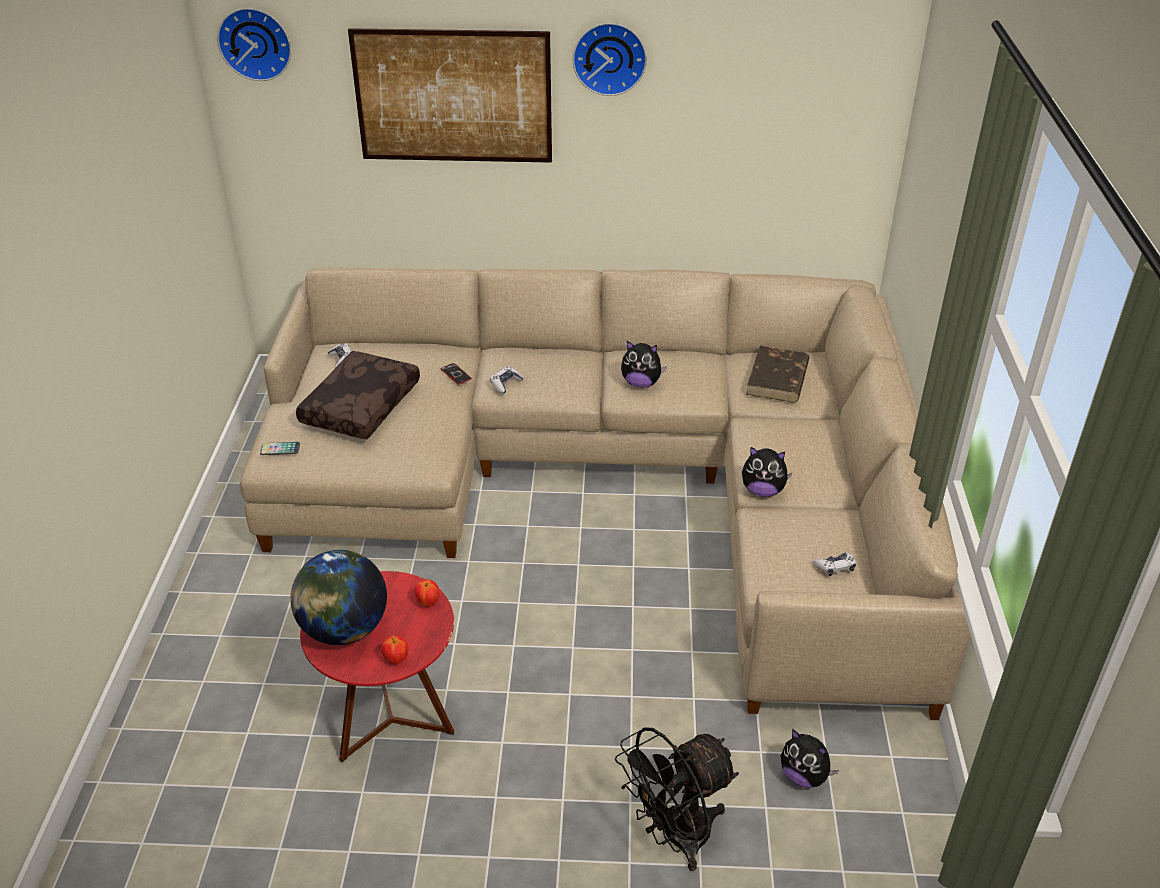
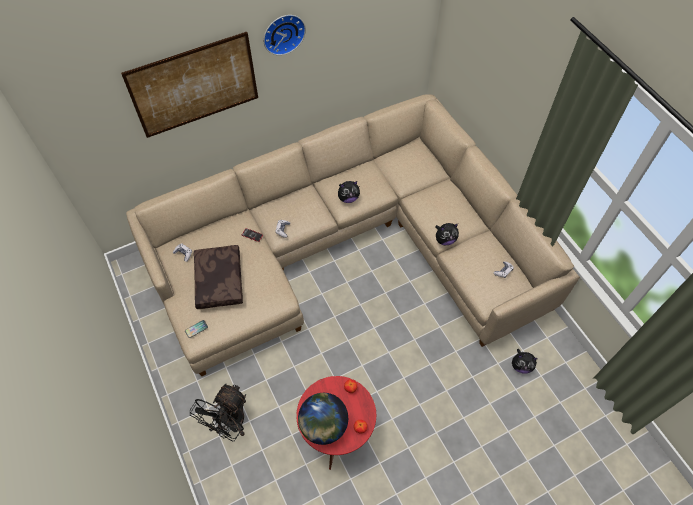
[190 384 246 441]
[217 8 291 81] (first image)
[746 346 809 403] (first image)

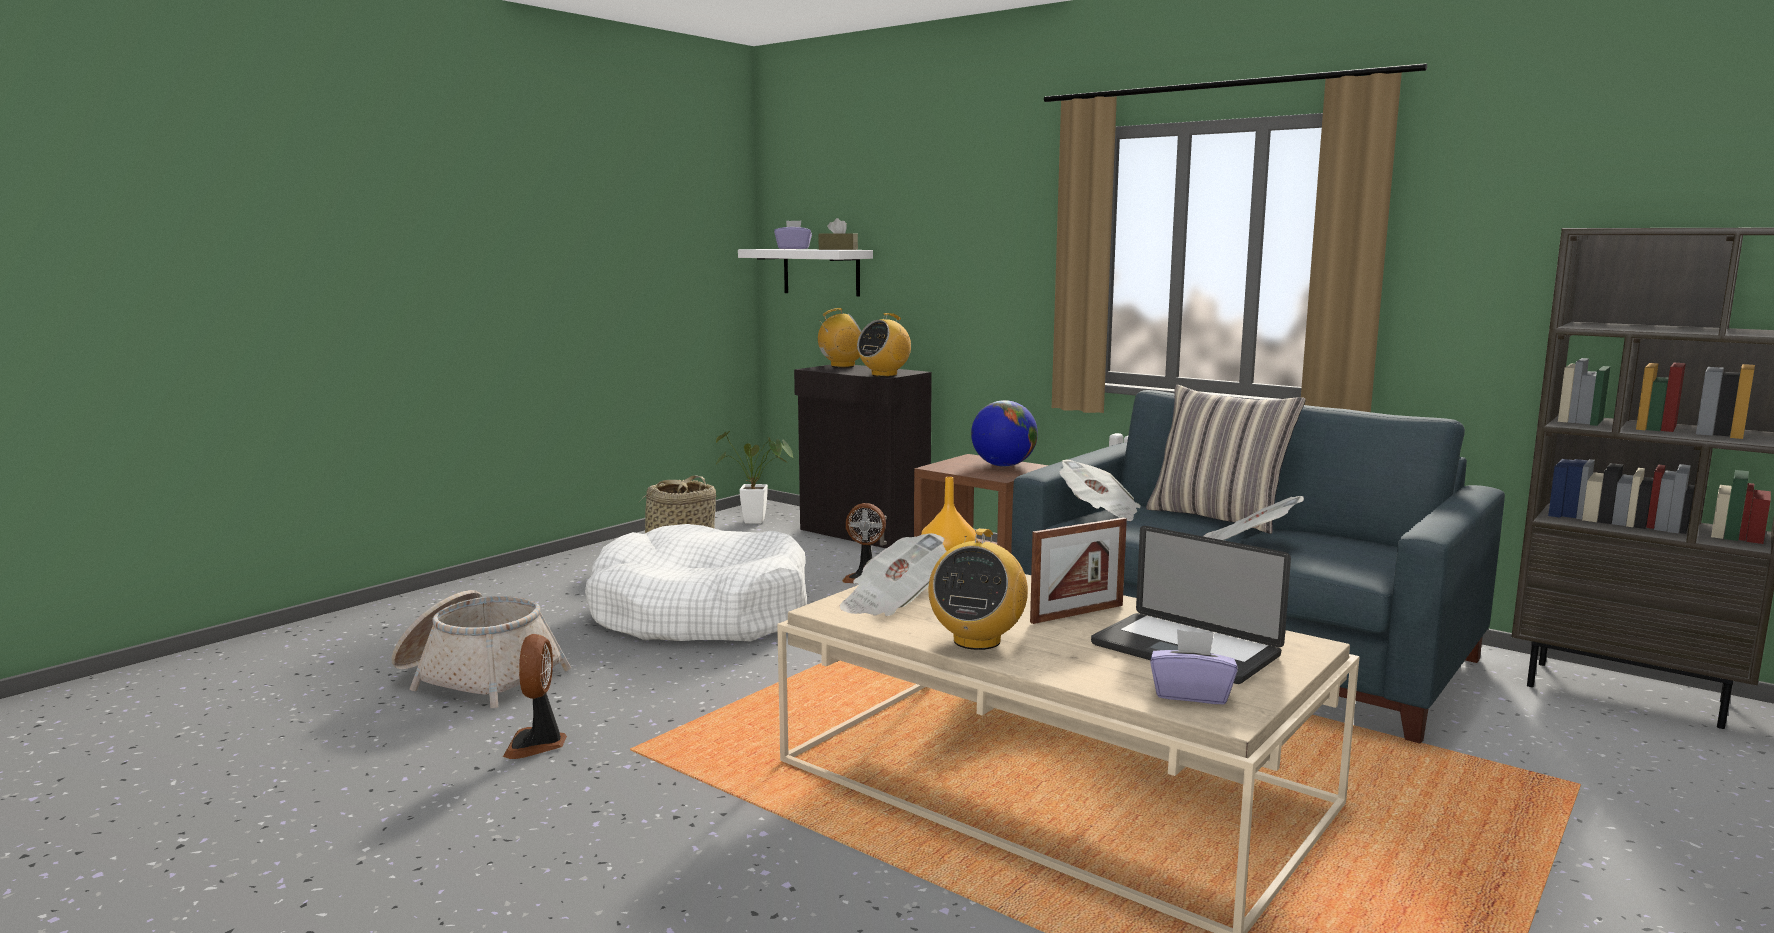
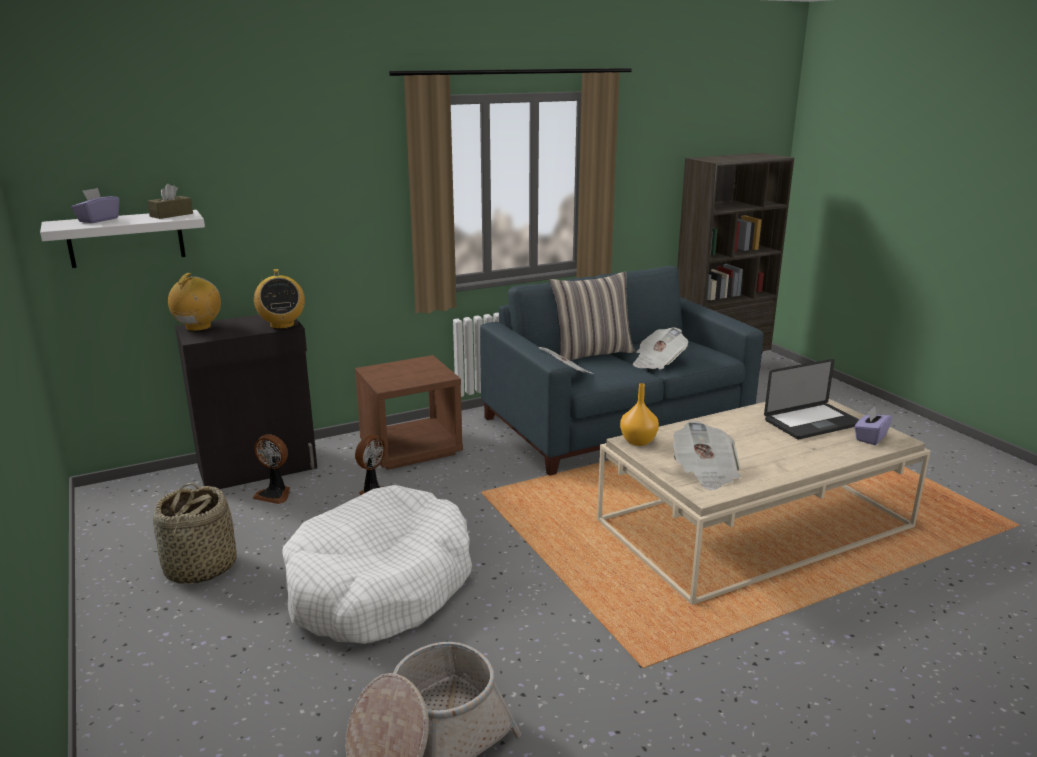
[253 434 290 504]
[716 431 793 524] (first image)
[928 528 1028 650] (first image)
[971 400 1038 467] (first image)
[1030 517 1127 624] (first image)

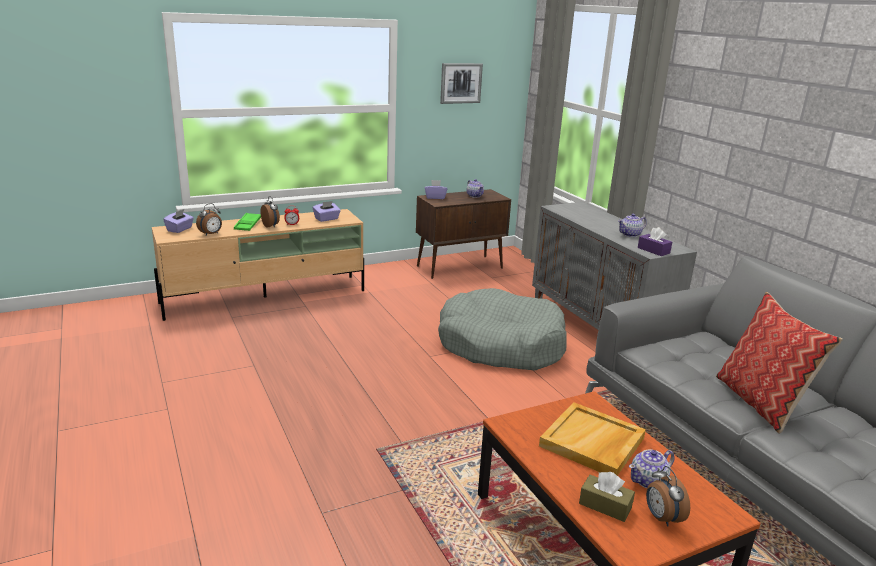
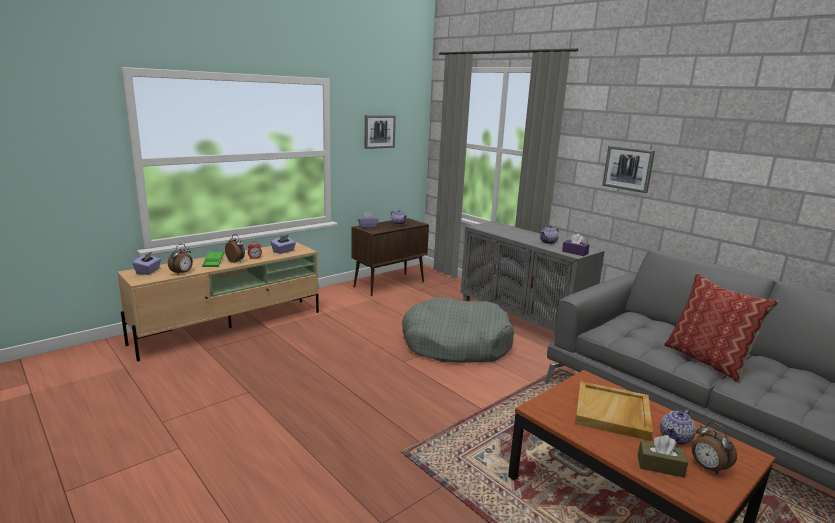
[602 146 655 193]

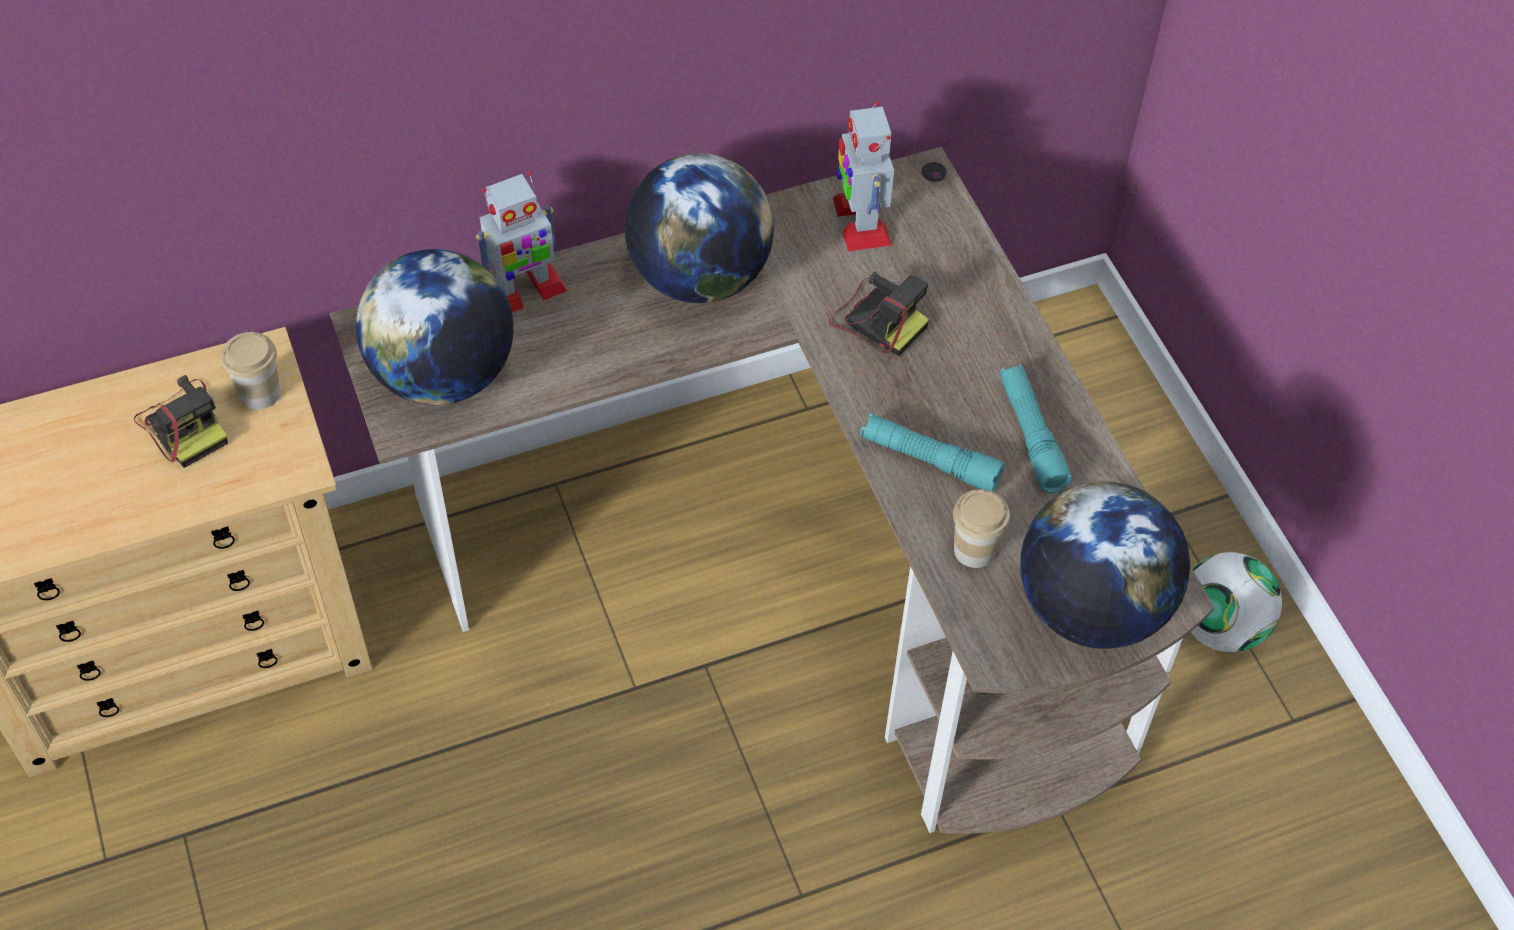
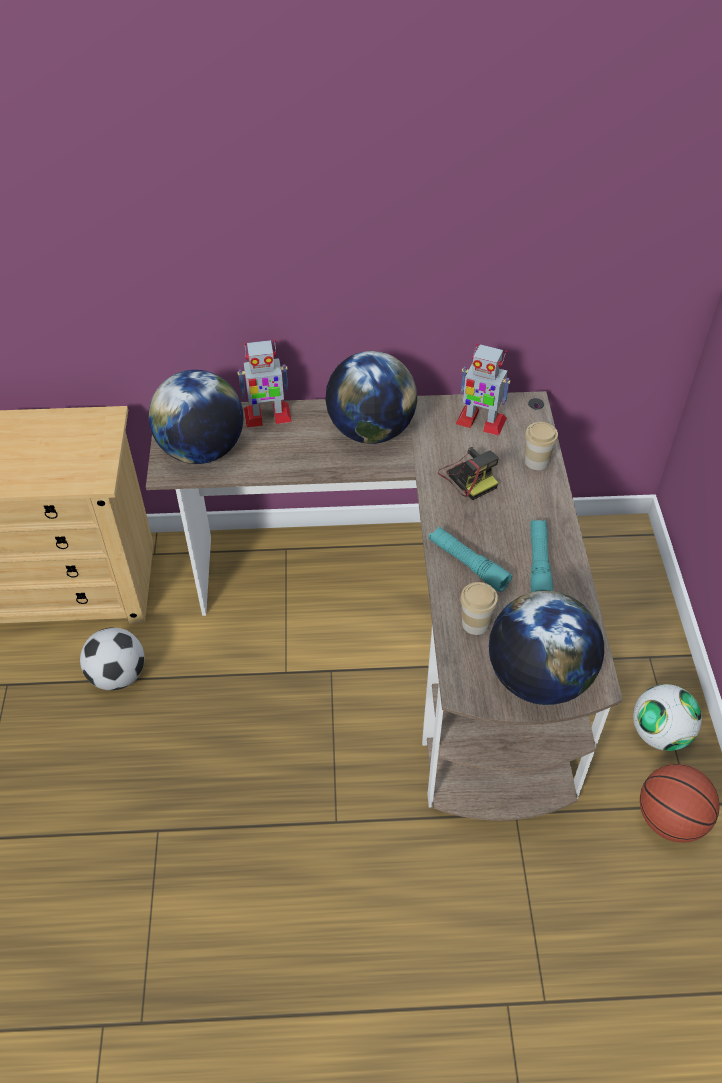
[80 627 145 690]
[455 343 511 436]
[525 422 558 470]
[640 764 720 843]
[134 375 228 468] (first image)

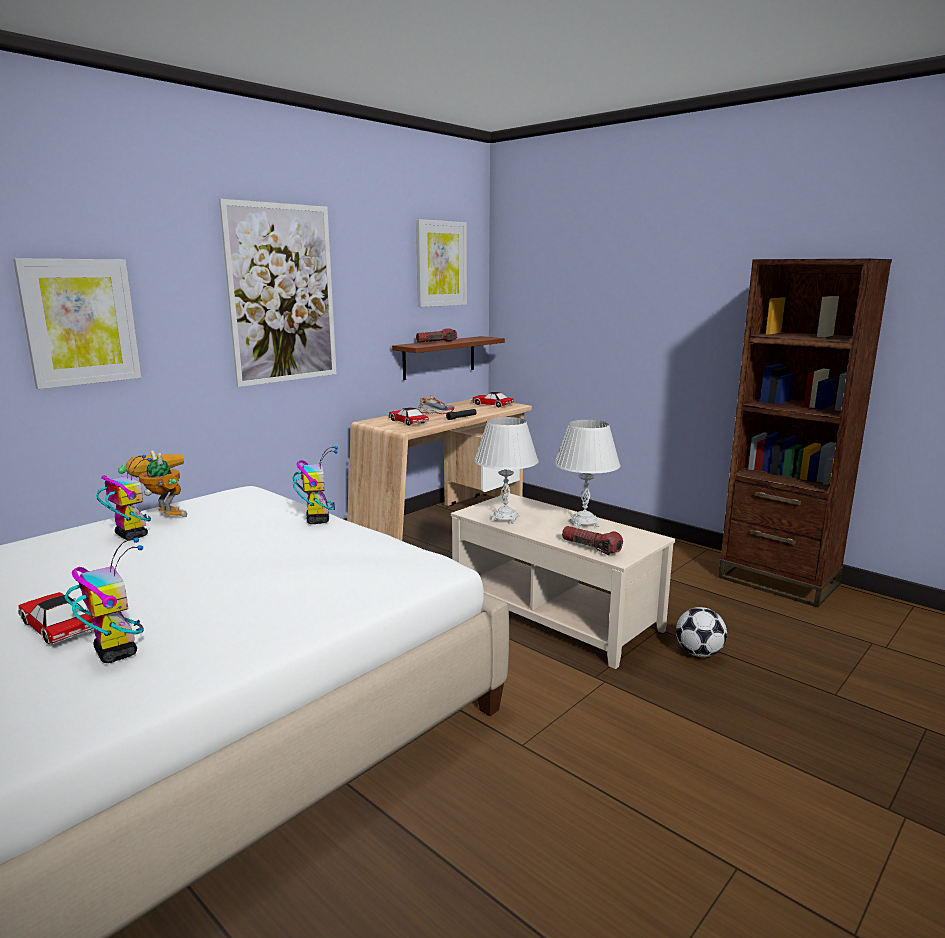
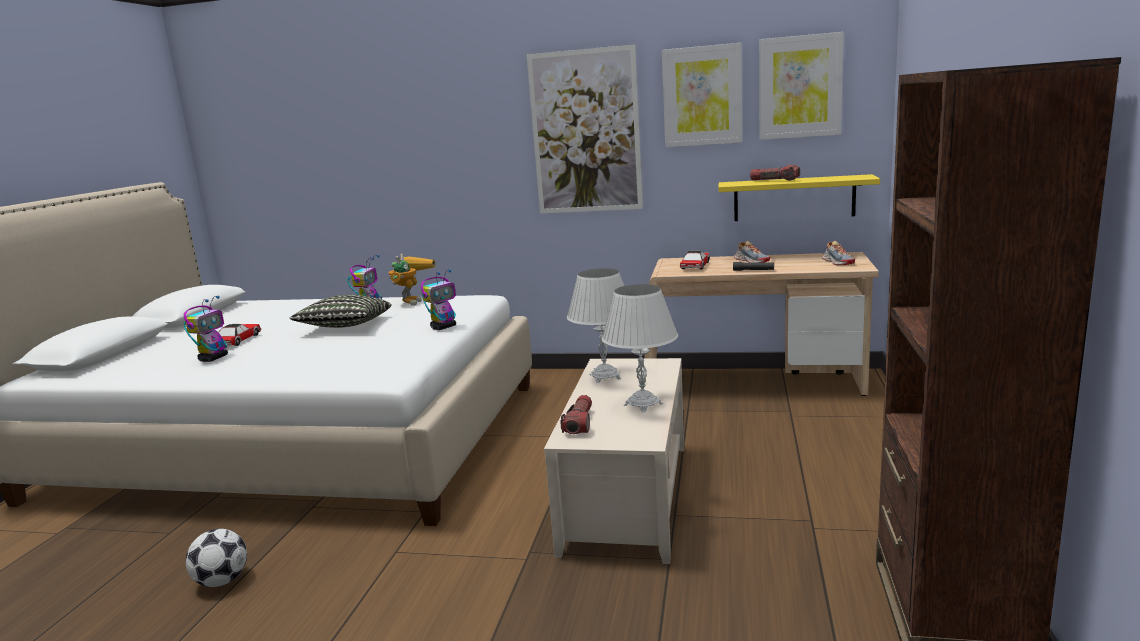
[186 529 247 587]
[290 295 392 328]
[662 43 742 147]
[718 174 880 221]
[822 241 855 265]

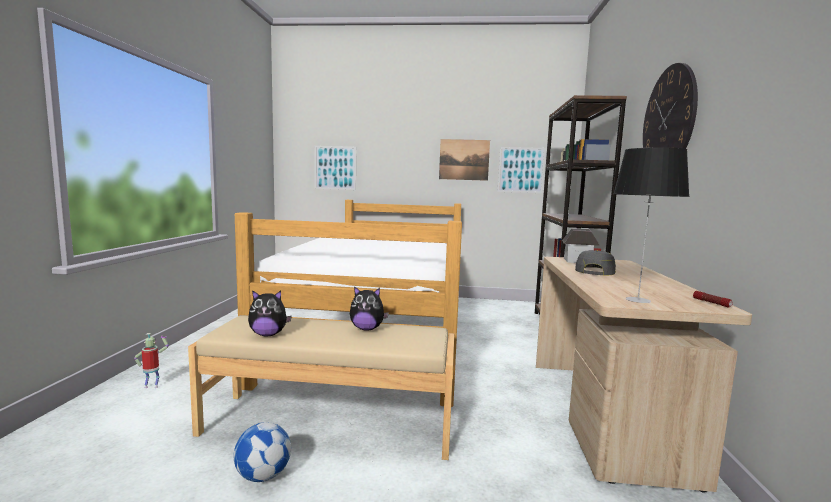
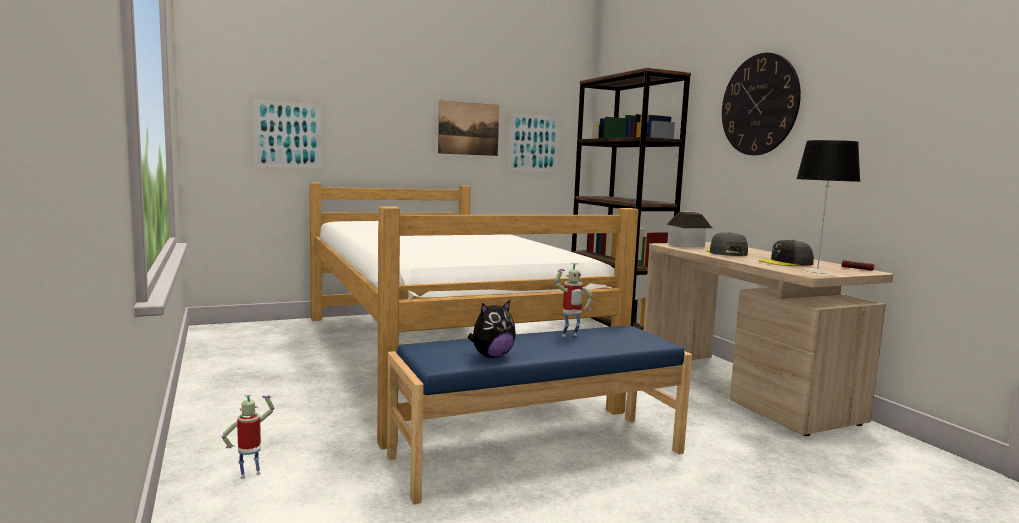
[387 326 692 504]
[554 263 593 337]
[758 240 814 266]
[234 422 291 482] (first image)

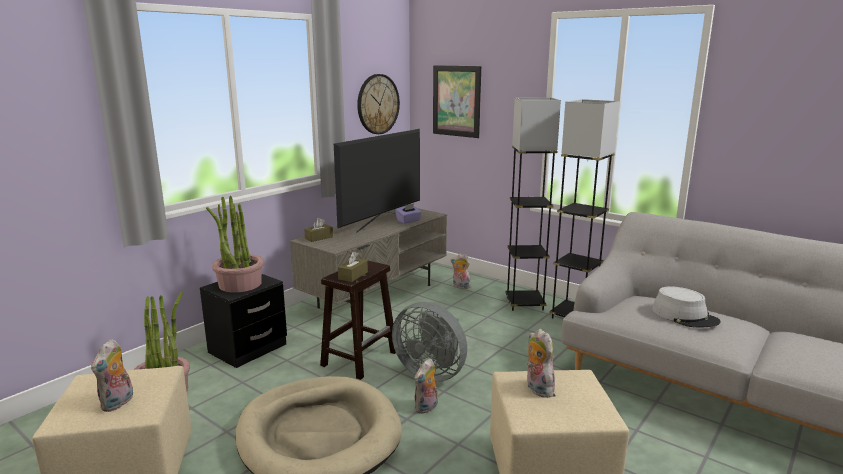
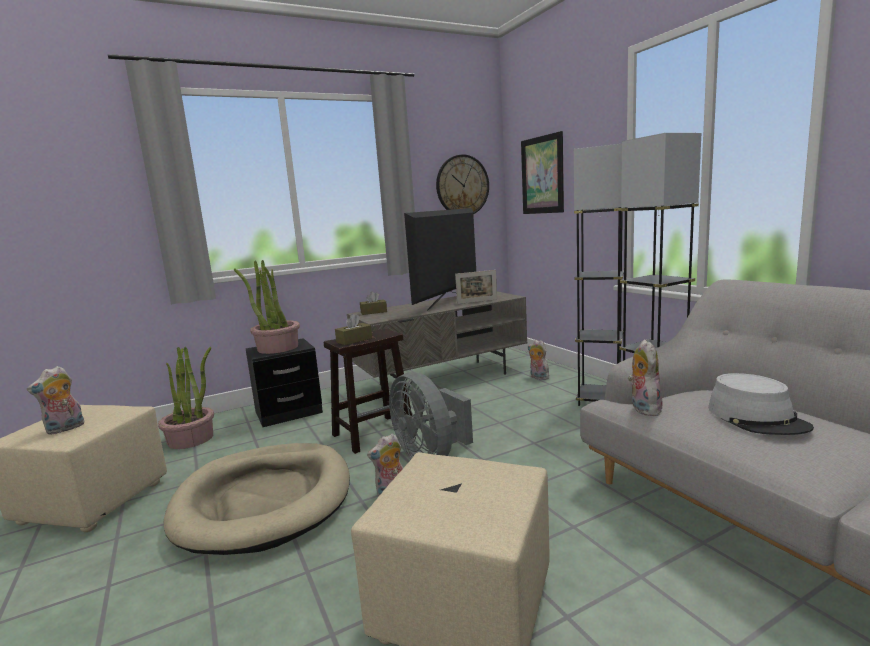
[404 208 476 311]
[455 270 497 304]
[628 340 662 416]

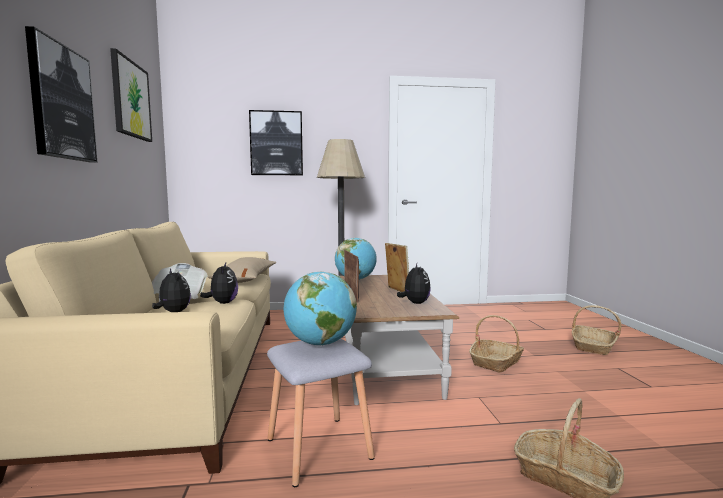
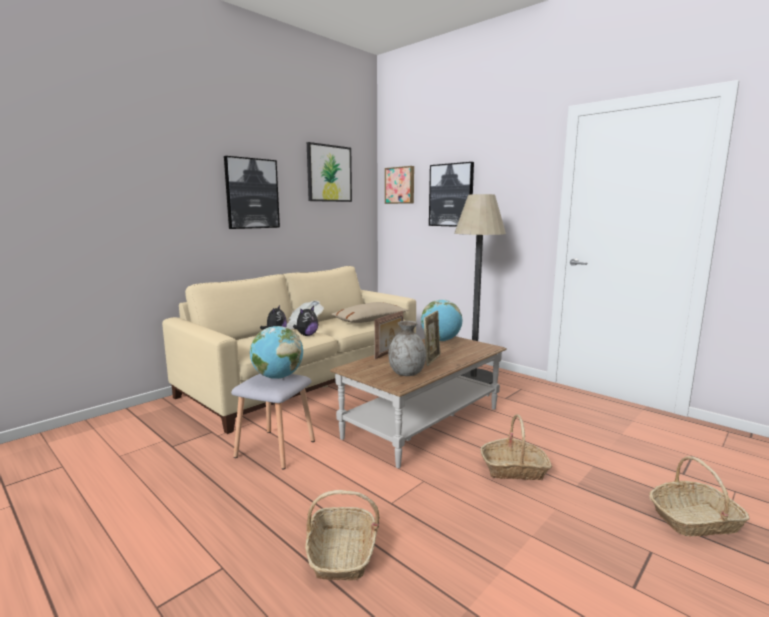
[385 166 414 204]
[388 321 426 376]

